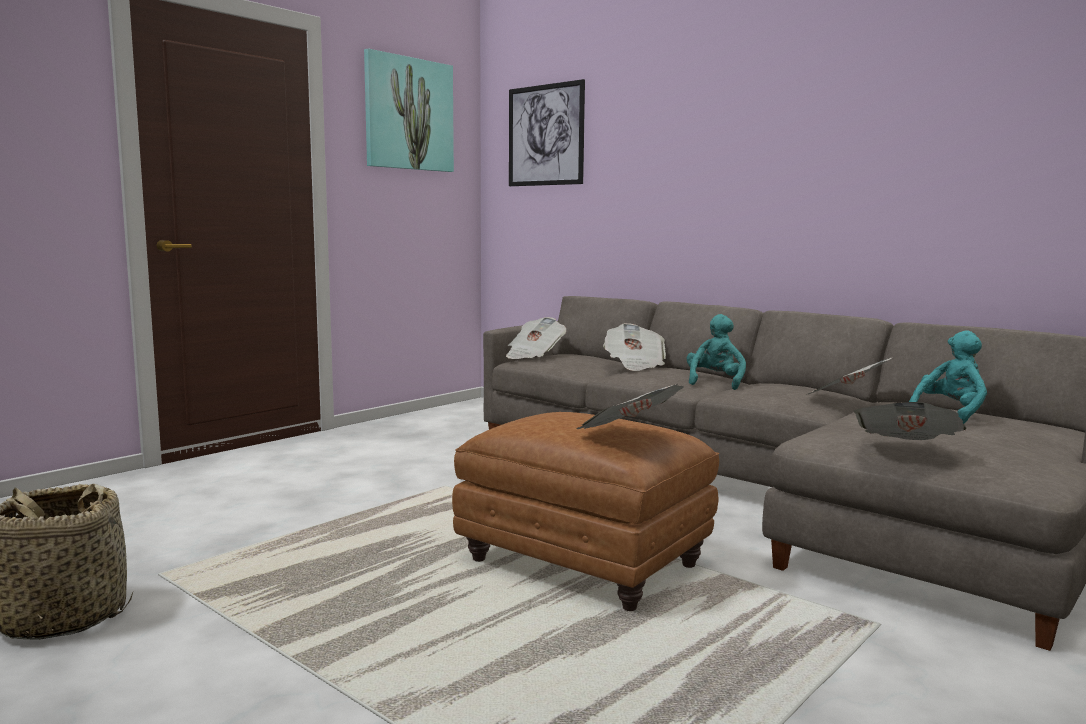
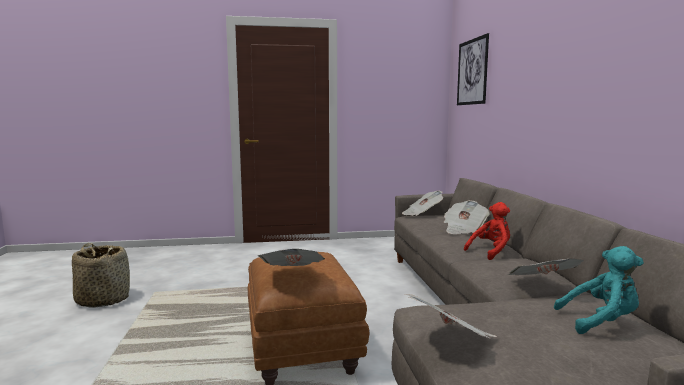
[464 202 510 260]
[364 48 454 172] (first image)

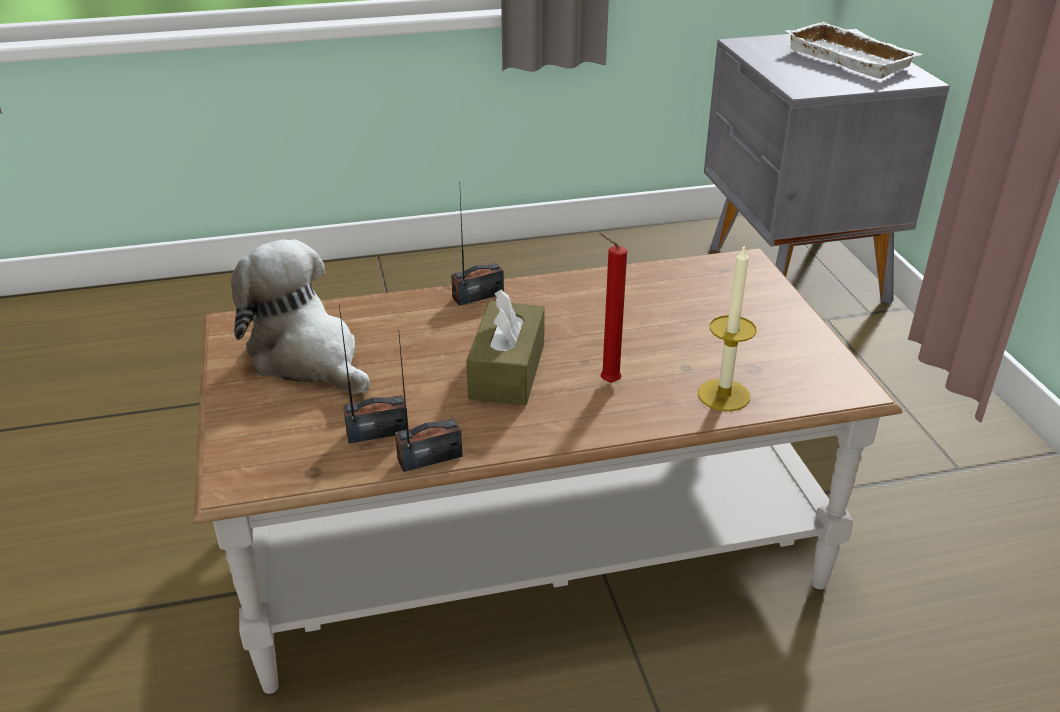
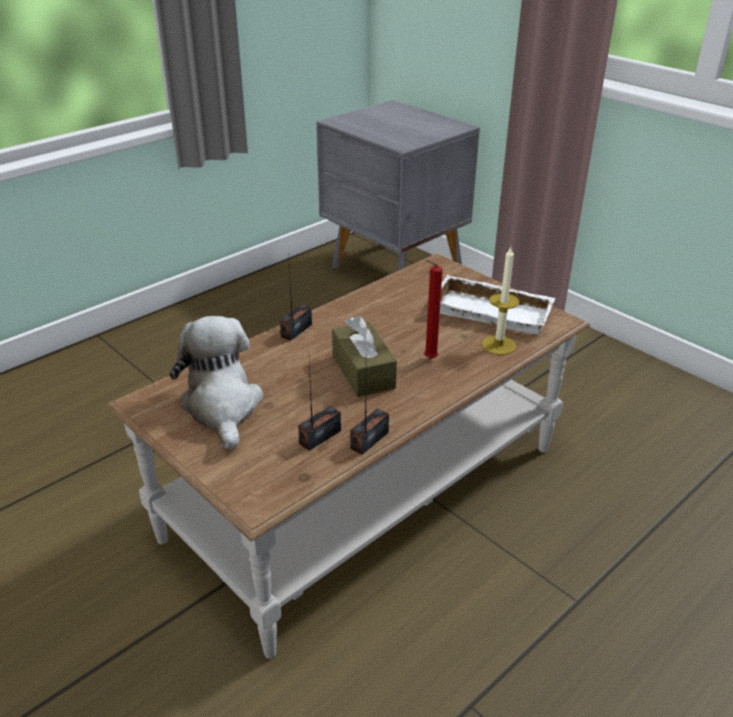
[169 316 263 450]
[440 275 556 335]

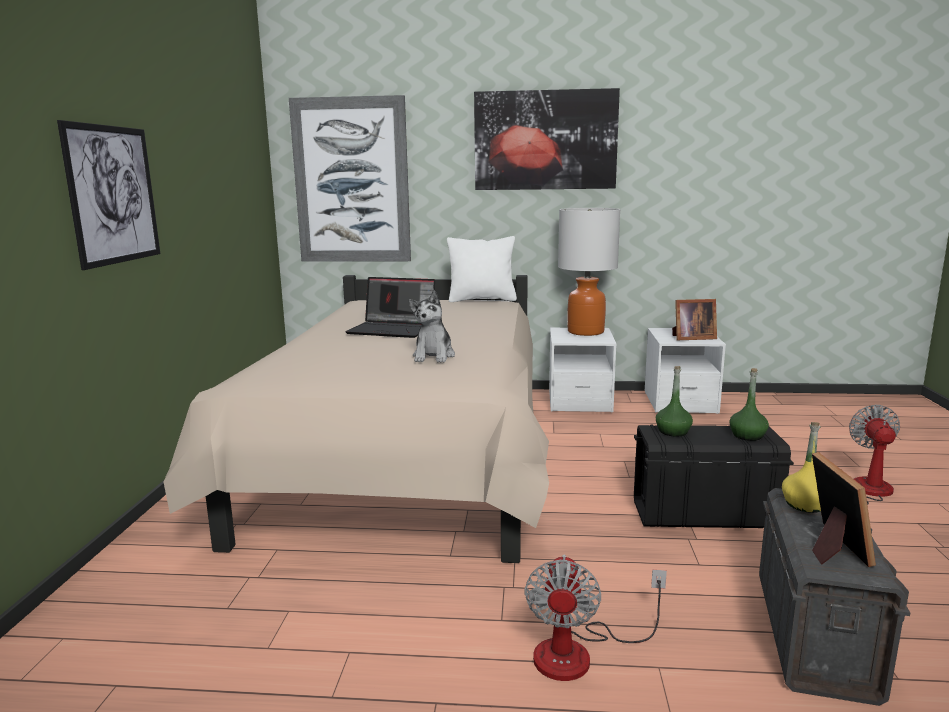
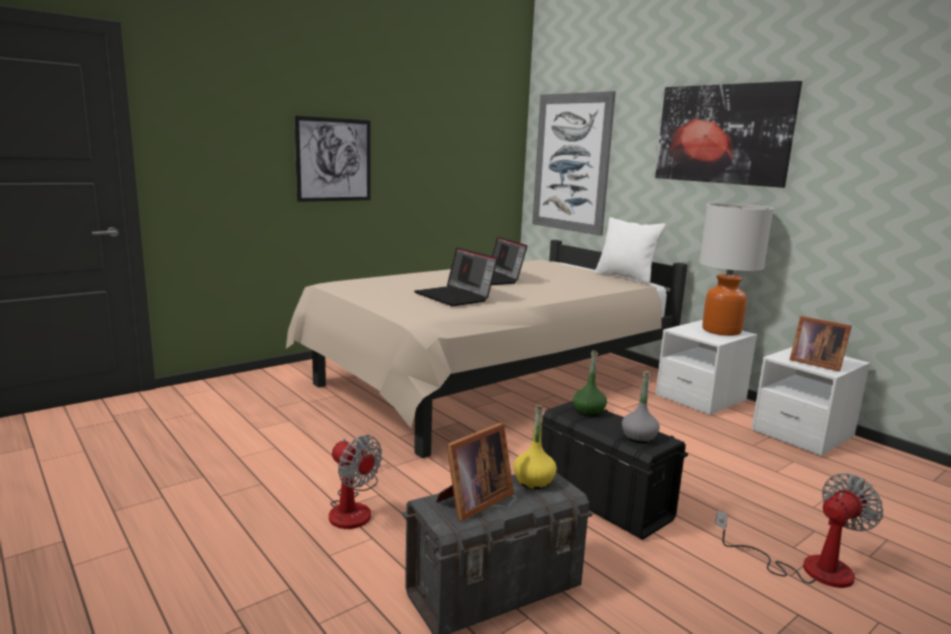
[329 434 382 529]
[414 248 498 306]
[622 371 660 443]

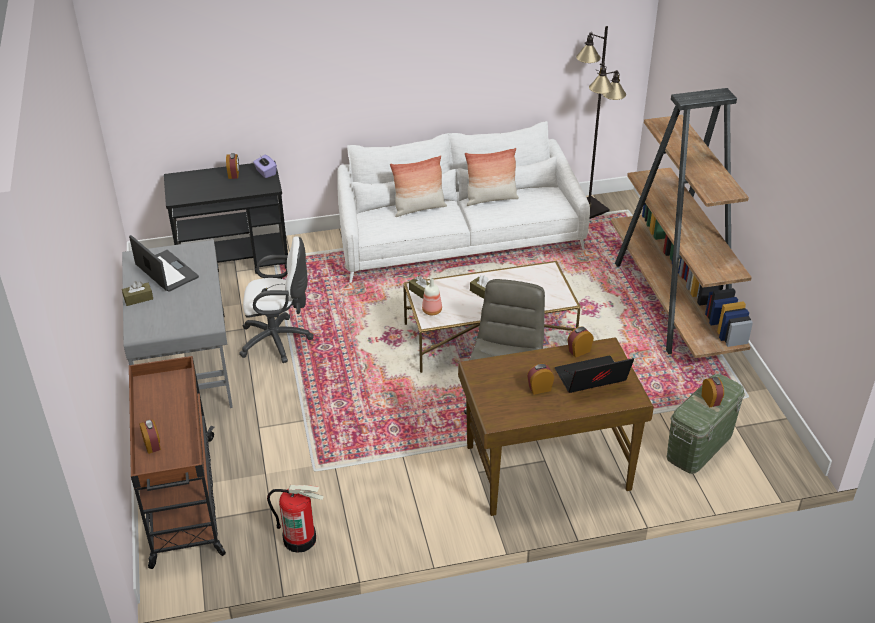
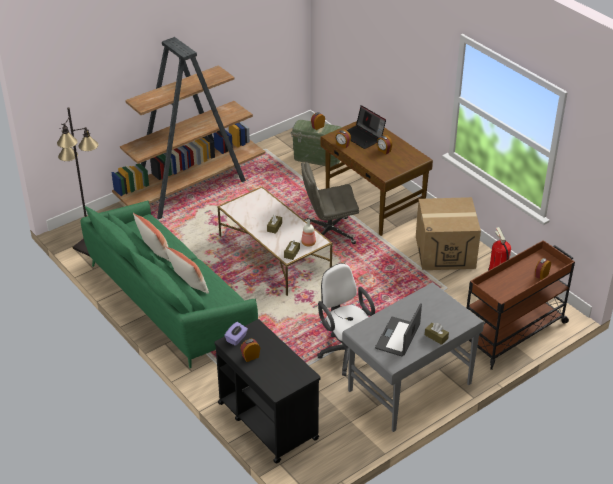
[80 201 258 368]
[416 197 481 270]

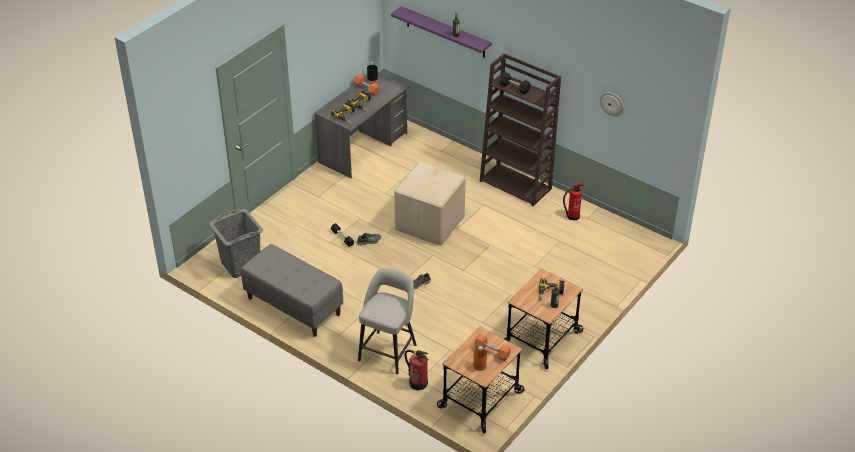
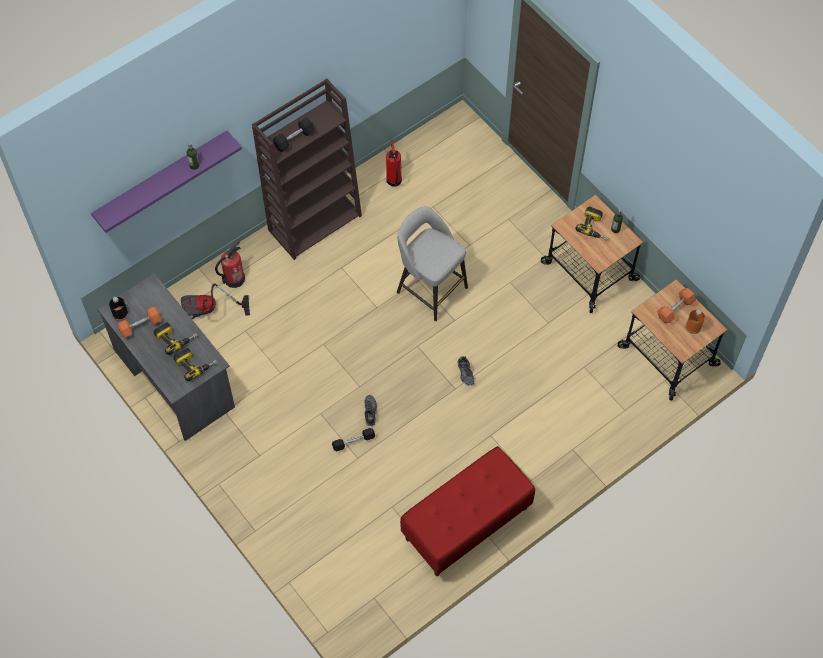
[181 284 250 319]
[215 242 245 288]
[397 206 468 321]
[400 446 535 576]
[209 209 263 278] (first image)
[394 162 466 246] (first image)
[600 92 624 116] (first image)

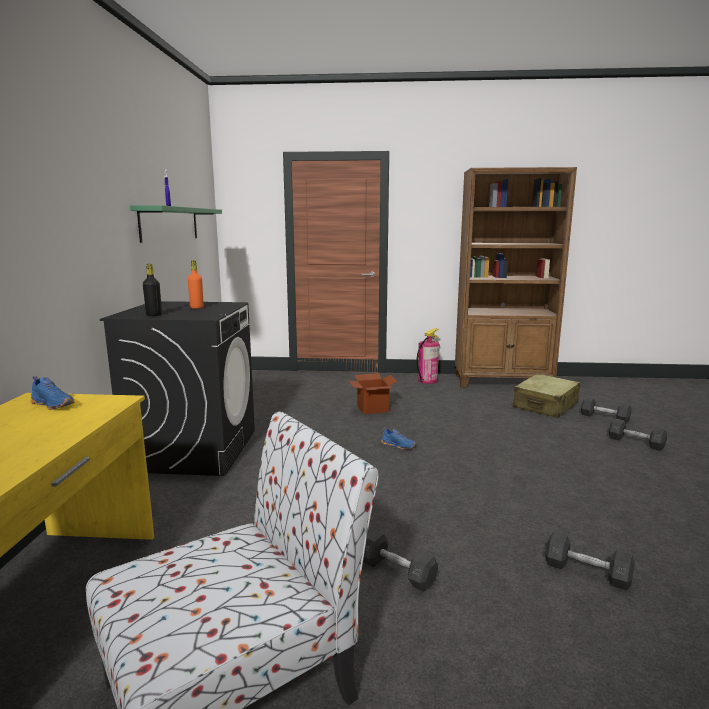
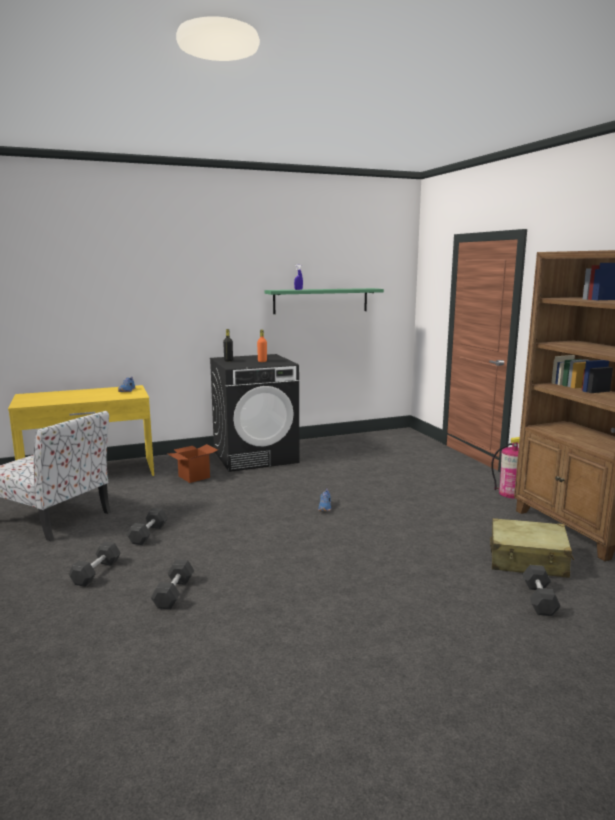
[69 542 121 587]
[168 444 218 483]

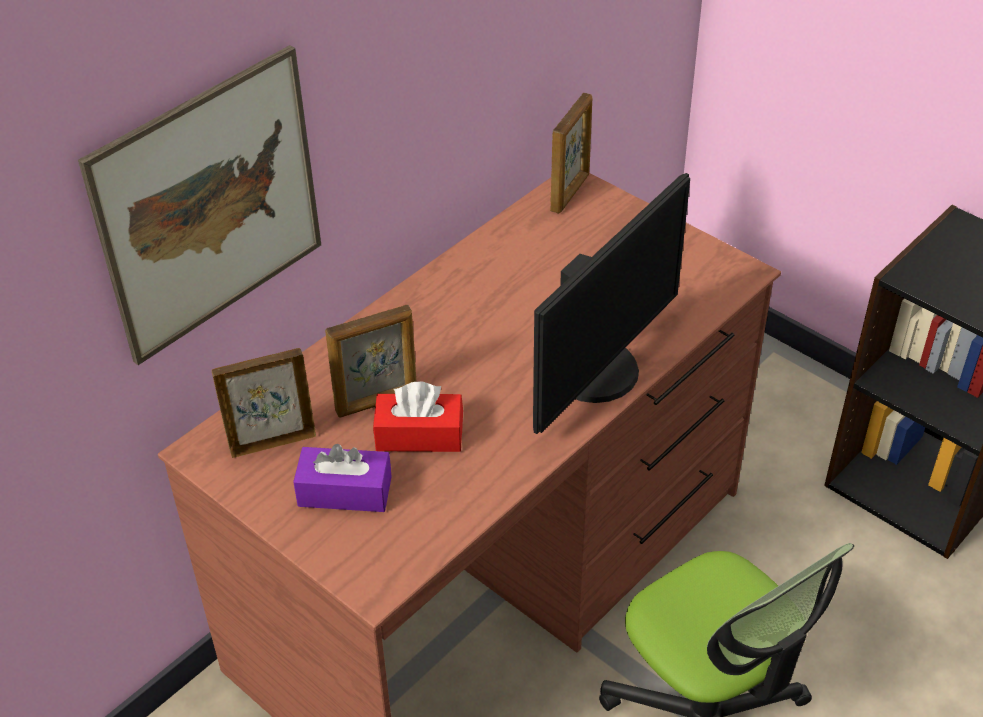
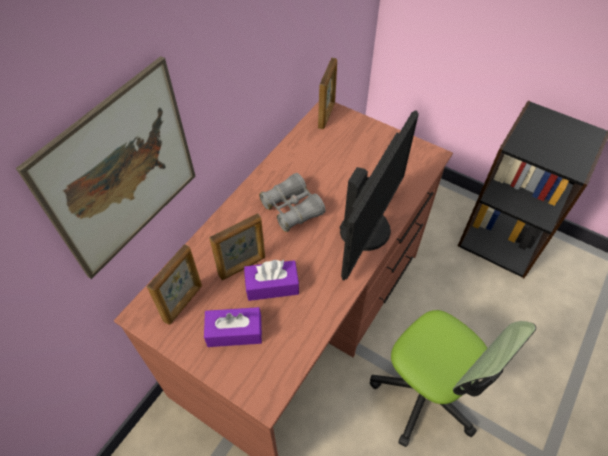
[147 244 202 325]
[244 260 299 301]
[259 173 326 232]

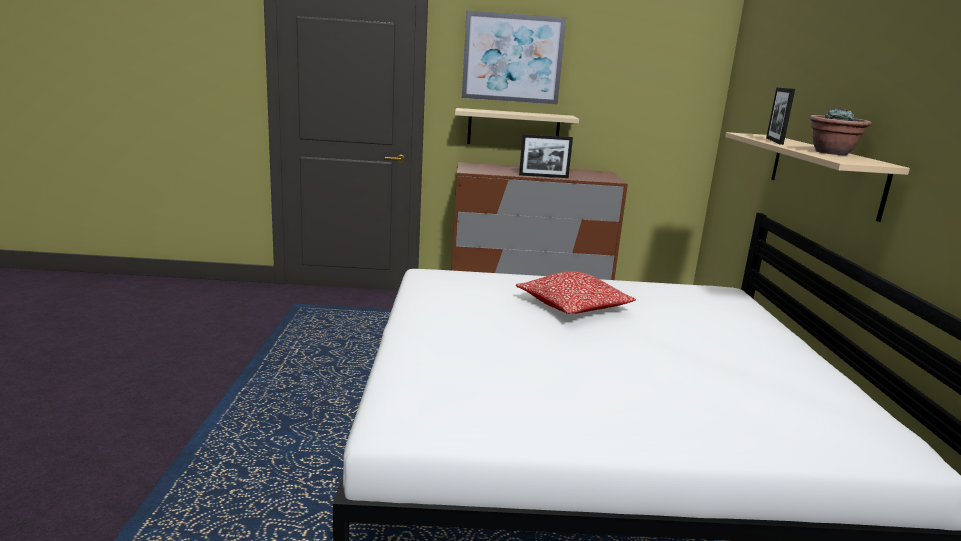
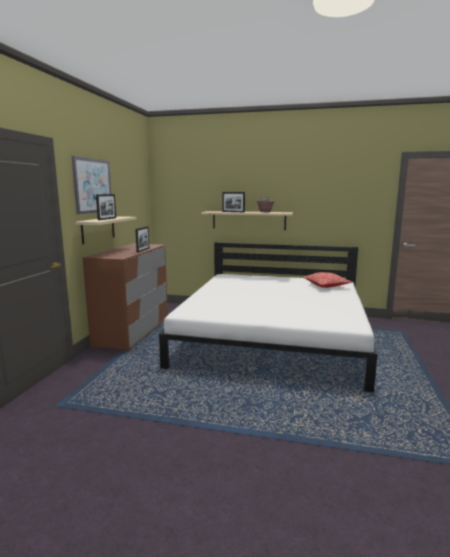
[96 194 116 220]
[302 272 352 288]

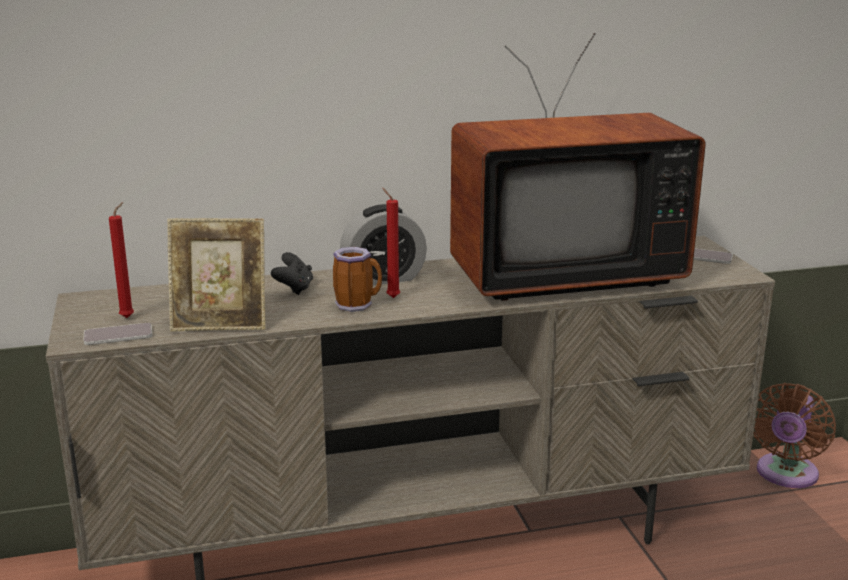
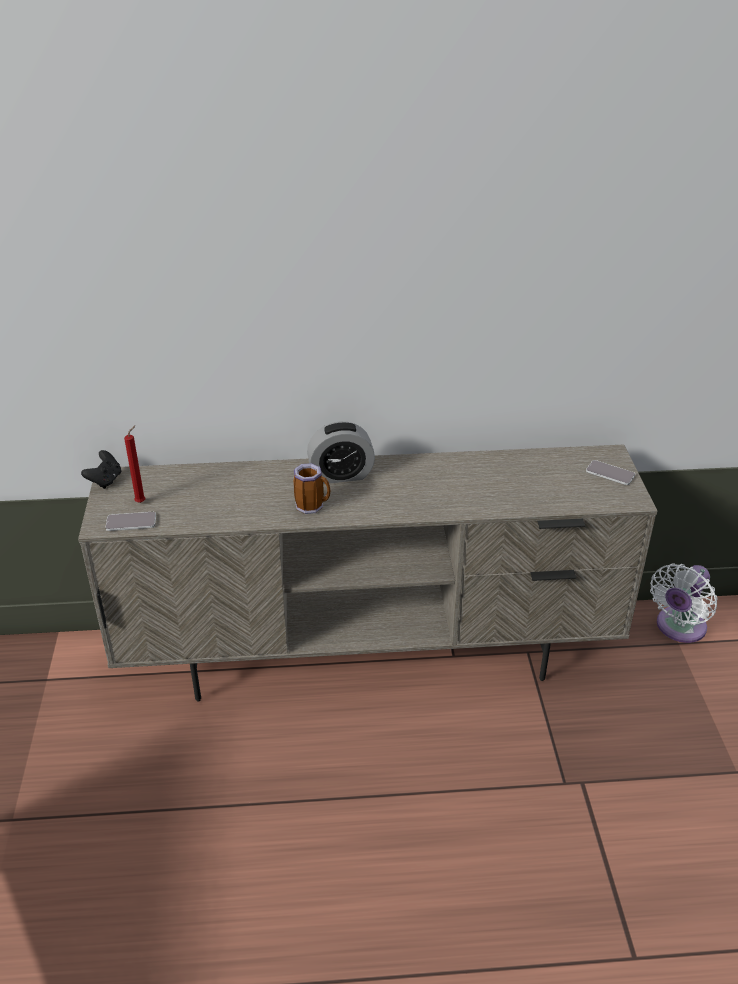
[81 450 121 489]
[650 564 717 643]
[167 218 266 331] (first image)
[382 188 400 298] (first image)
[450 33 706 301] (first image)

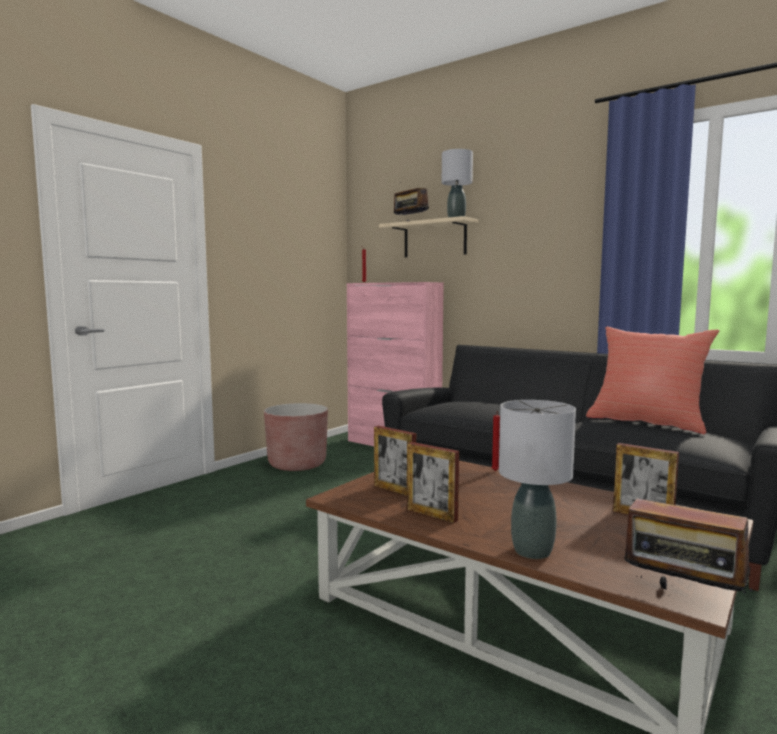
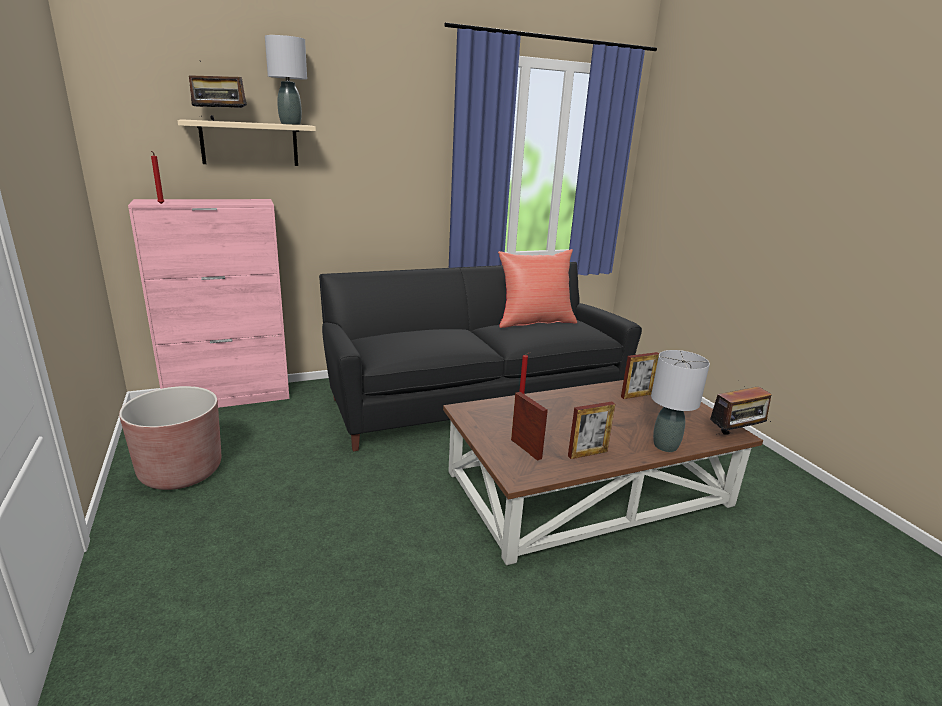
[511 392 548 461]

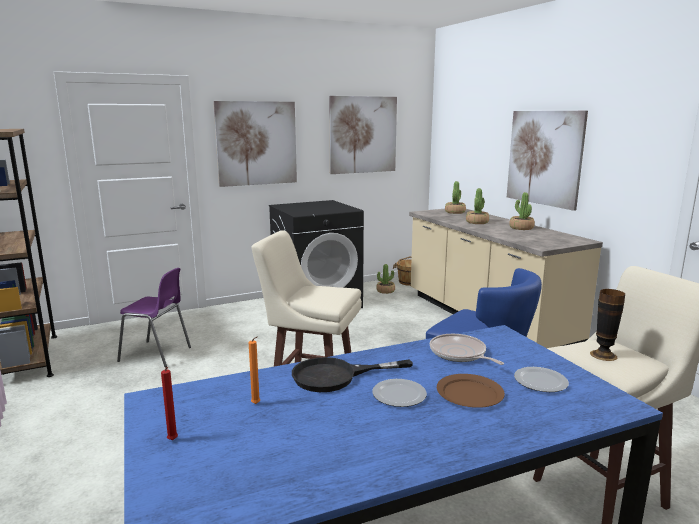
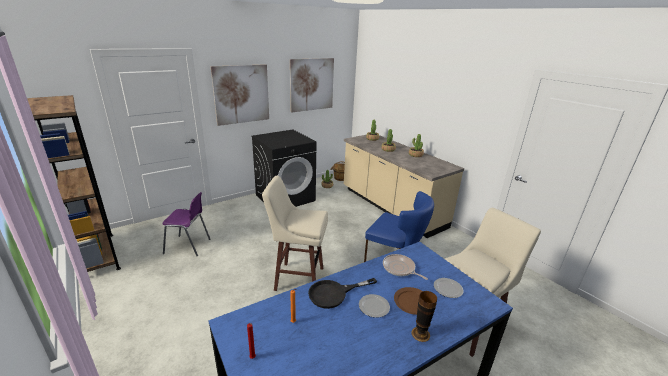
[411 291 437 342]
[507 111 588 211] (first image)

